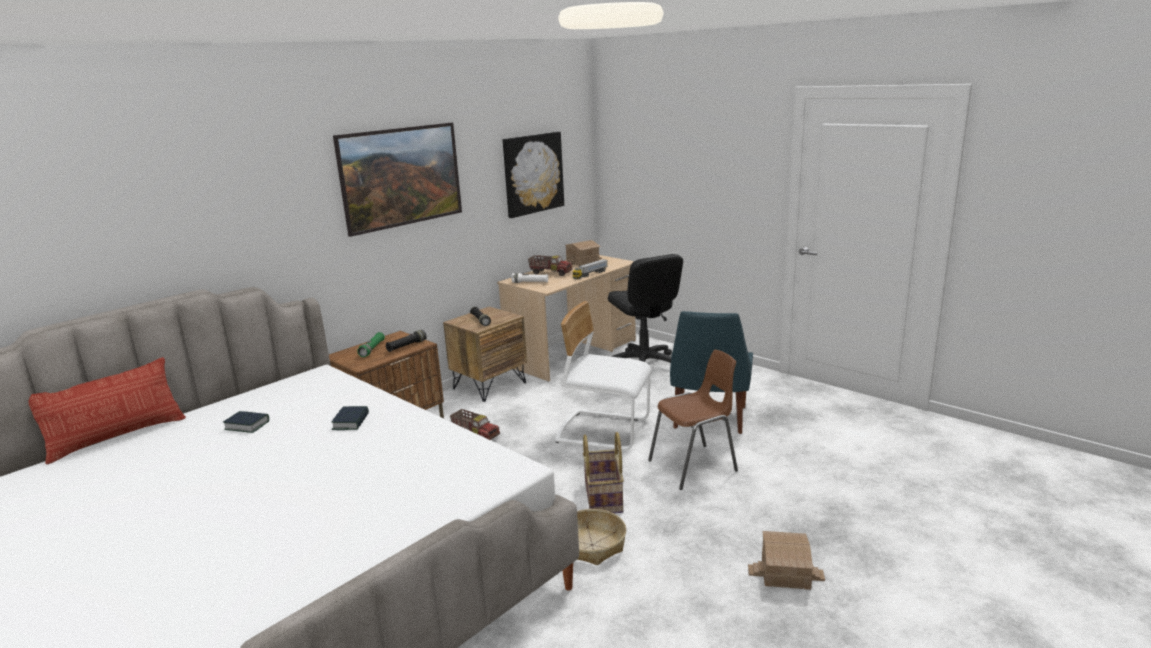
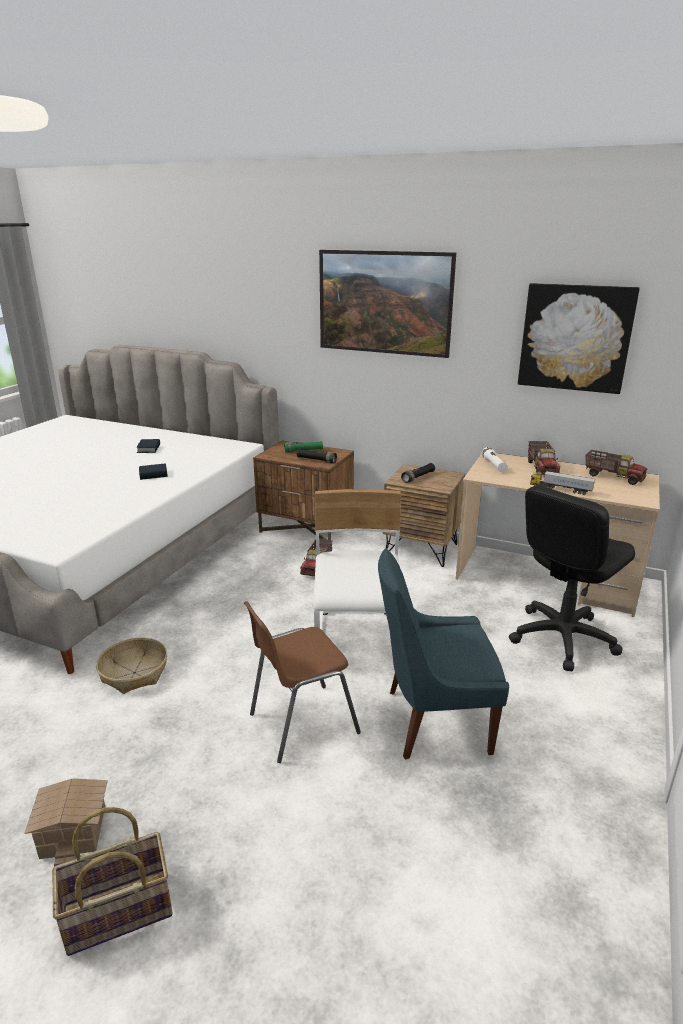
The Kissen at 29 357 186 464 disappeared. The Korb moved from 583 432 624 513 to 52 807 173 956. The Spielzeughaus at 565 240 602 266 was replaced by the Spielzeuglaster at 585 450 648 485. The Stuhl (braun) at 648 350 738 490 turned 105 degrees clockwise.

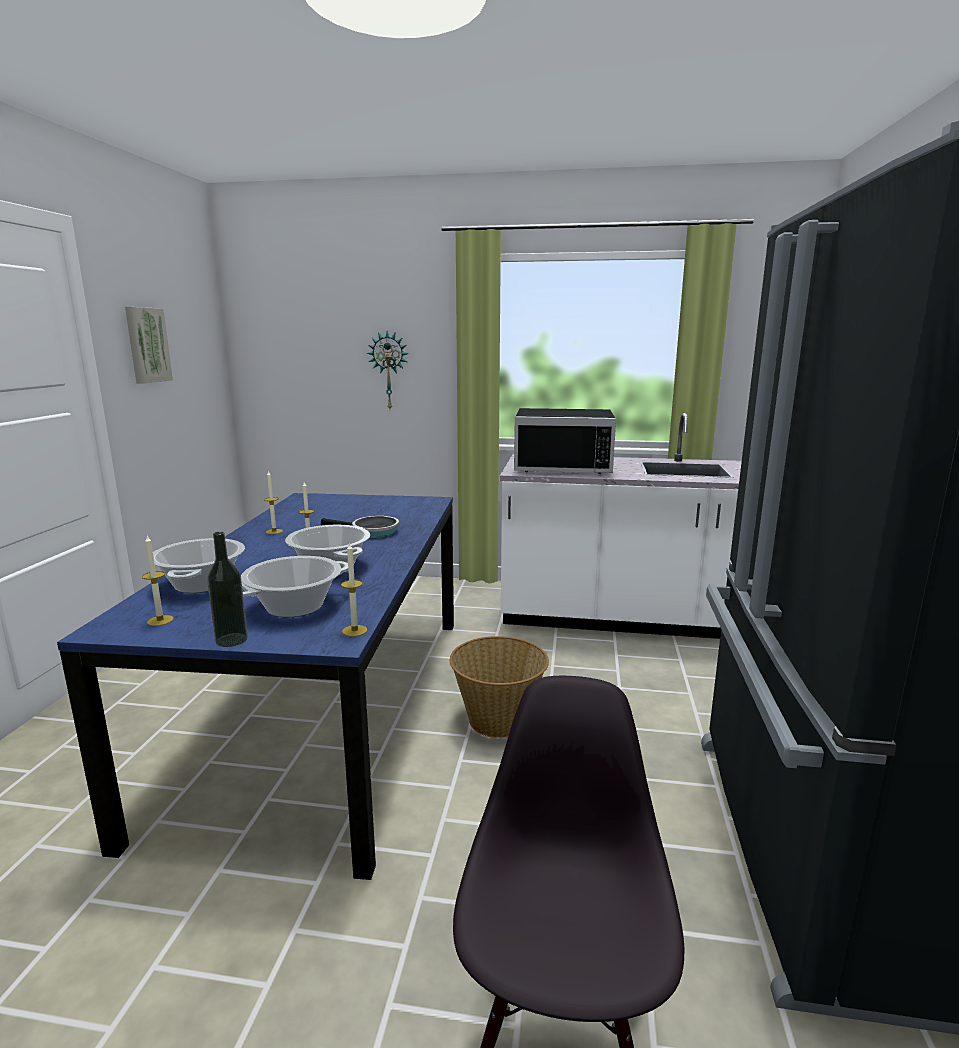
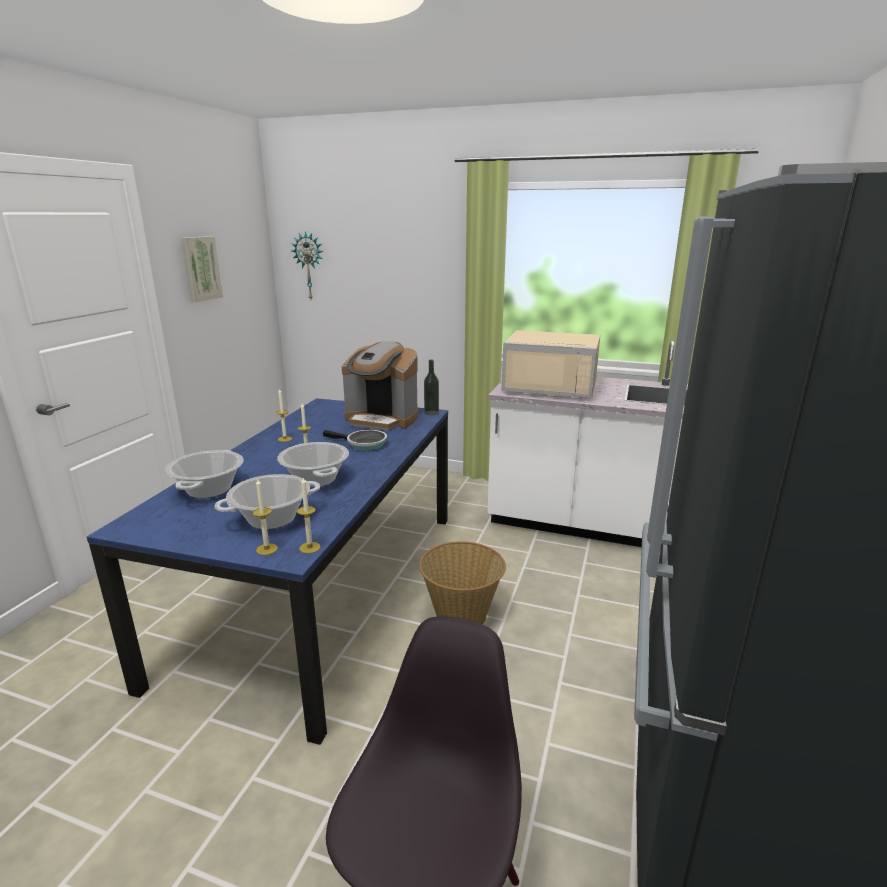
The Kaffeemaschine at 342 341 418 431 appeared. The Kerze moved from 142 536 174 626 to 253 479 278 555. The Flasche moved from 207 532 248 647 to 424 359 439 415. The Wanduhr moved from 367 331 409 409 to 291 231 324 299. The Mikrowelle (schwarz) at 514 408 616 474 became the Mikrowelle (beige) at 502 330 600 398.

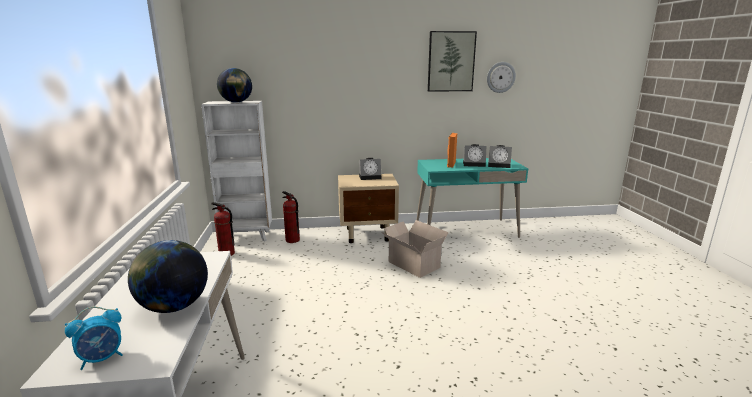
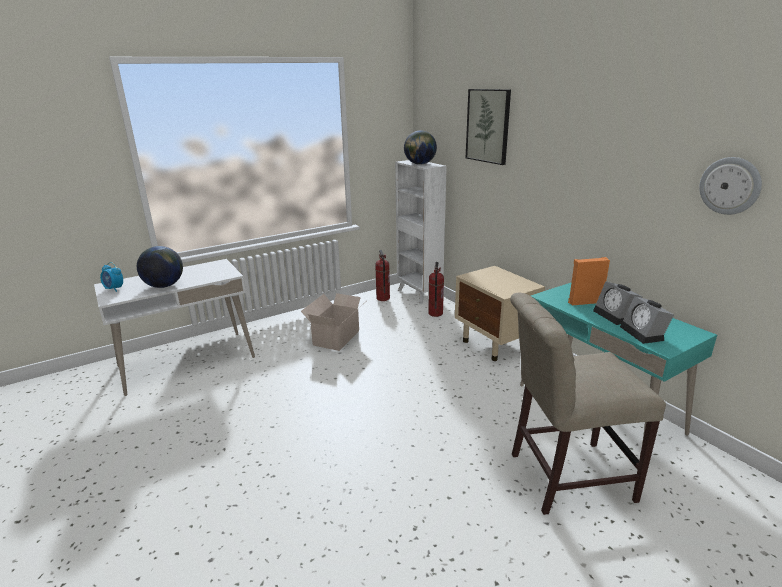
The Wecker at 359 158 382 180 disappeared. The Stuhl (beige) at 510 293 666 515 appeared. The Karton moved from 383 220 449 278 to 301 293 362 351. The Bild moved from 428 31 477 92 to 466 89 511 165.

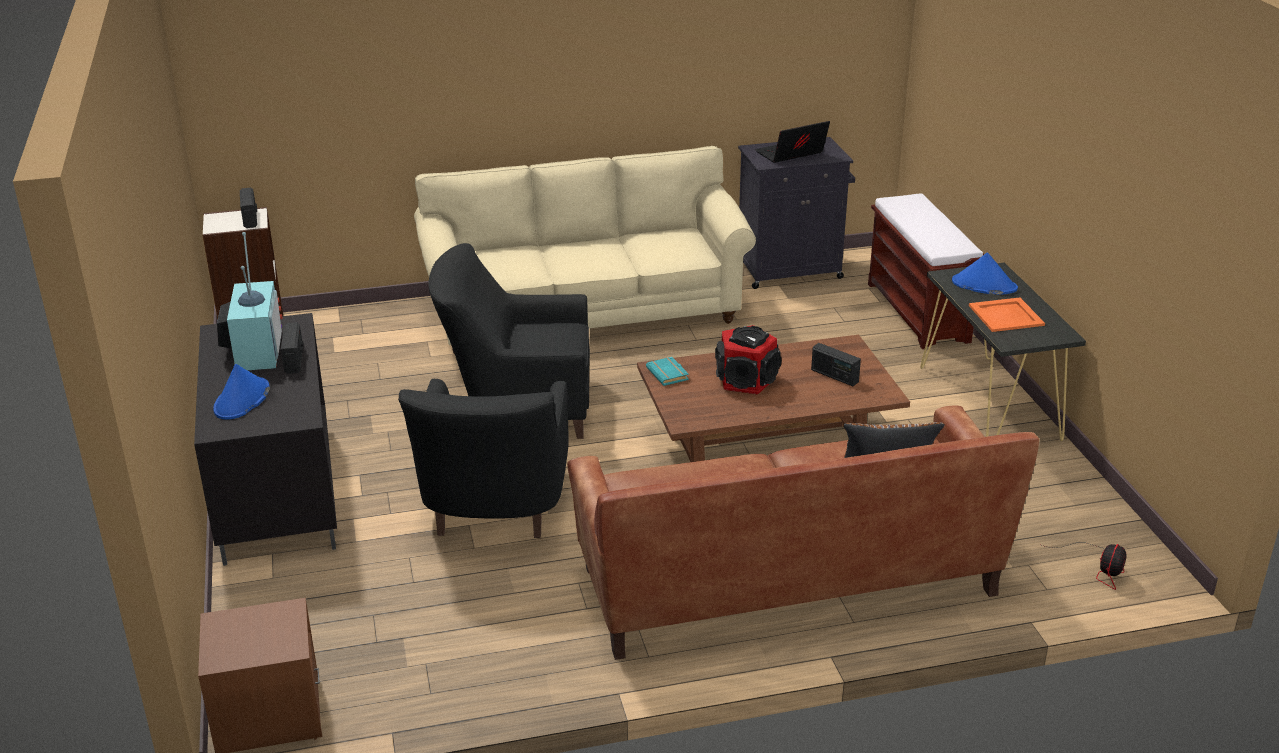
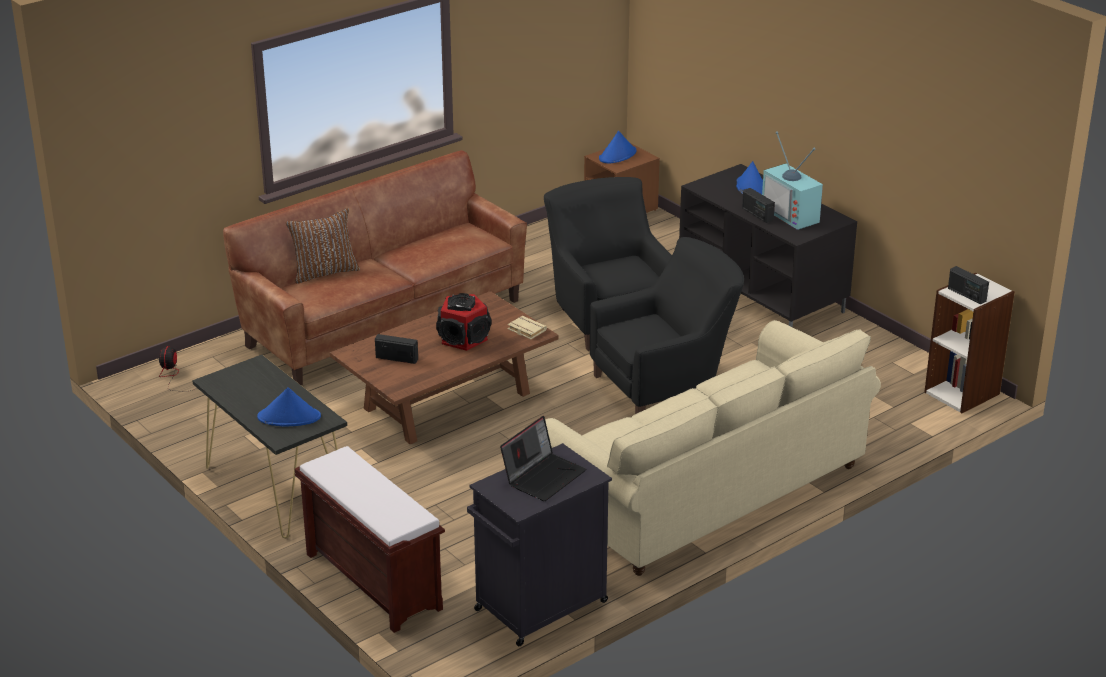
The Tablett (orange) at 969 297 1045 332 disappeared. The Hut (blau) at 599 131 637 163 appeared. The Buch (türkis) at 646 357 689 386 became the Buch (beige) at 507 316 547 339.

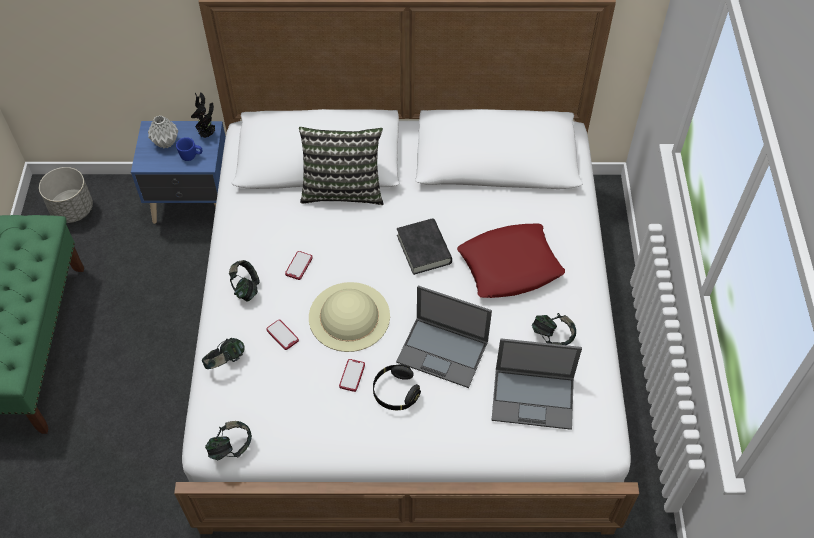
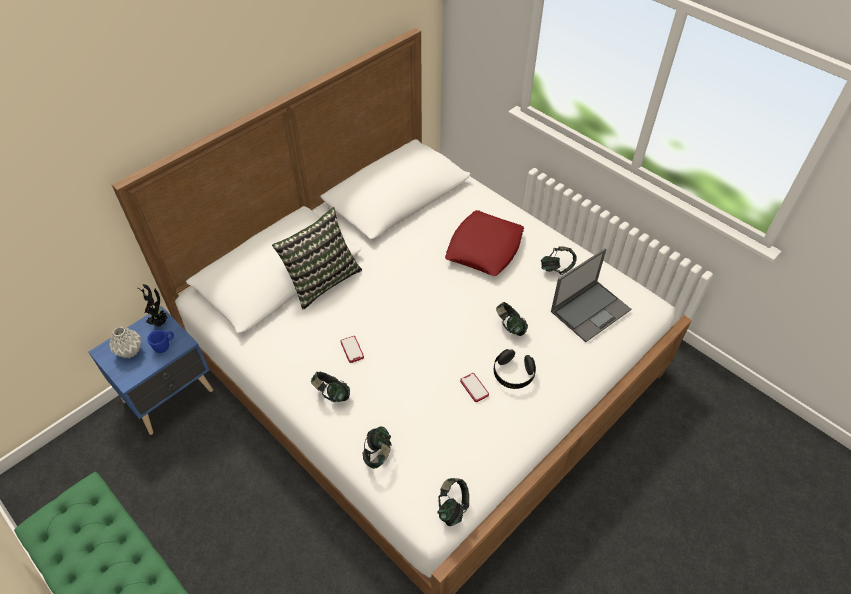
The Pflanzkübel (grau) at 39 167 93 223 disappeared. The Handy at 266 319 299 350 disappeared. The Hut (beige) at 309 282 390 352 disappeared. The Buch (schwarz) at 397 218 452 275 disappeared. The Laptop at 396 285 492 388 was replaced by the Kopfhörer at 496 302 528 336.

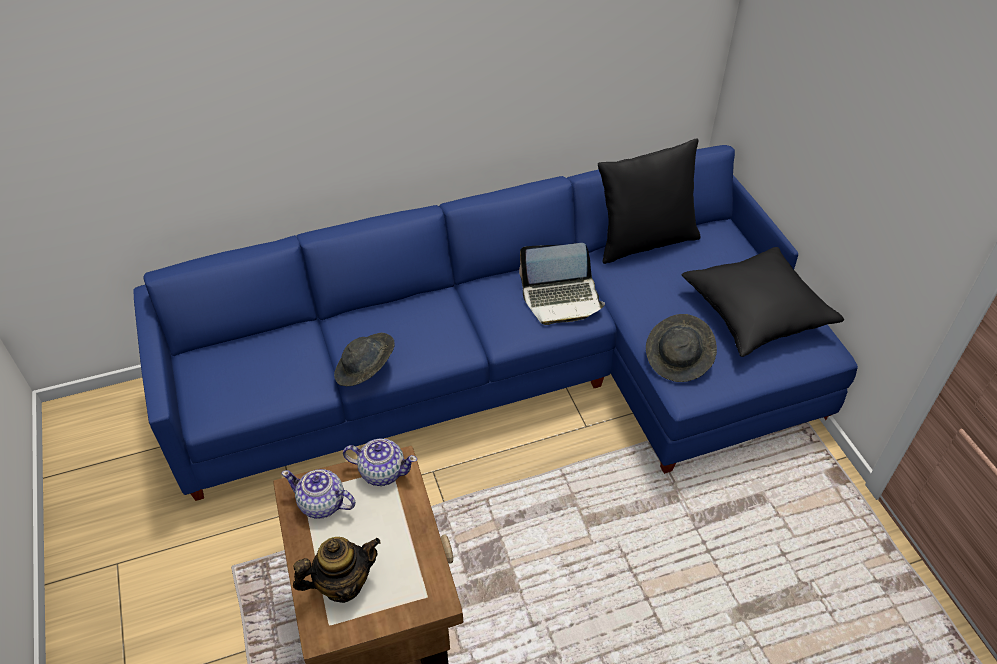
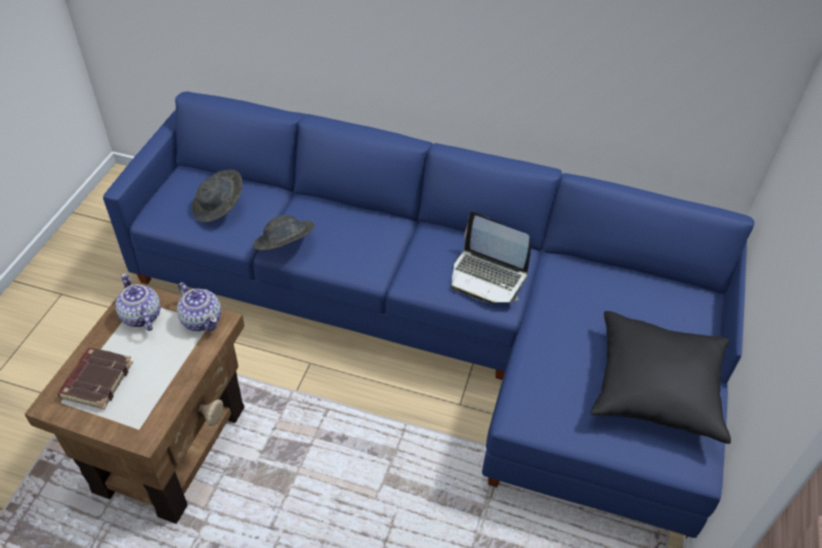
The Kissen (schwarz) at 598 138 700 264 disappeared. The Hut (grau) moved from 646 314 717 382 to 192 170 242 222. The Teekanne at 293 537 381 603 was replaced by the Buch (braun) at 57 347 133 409.

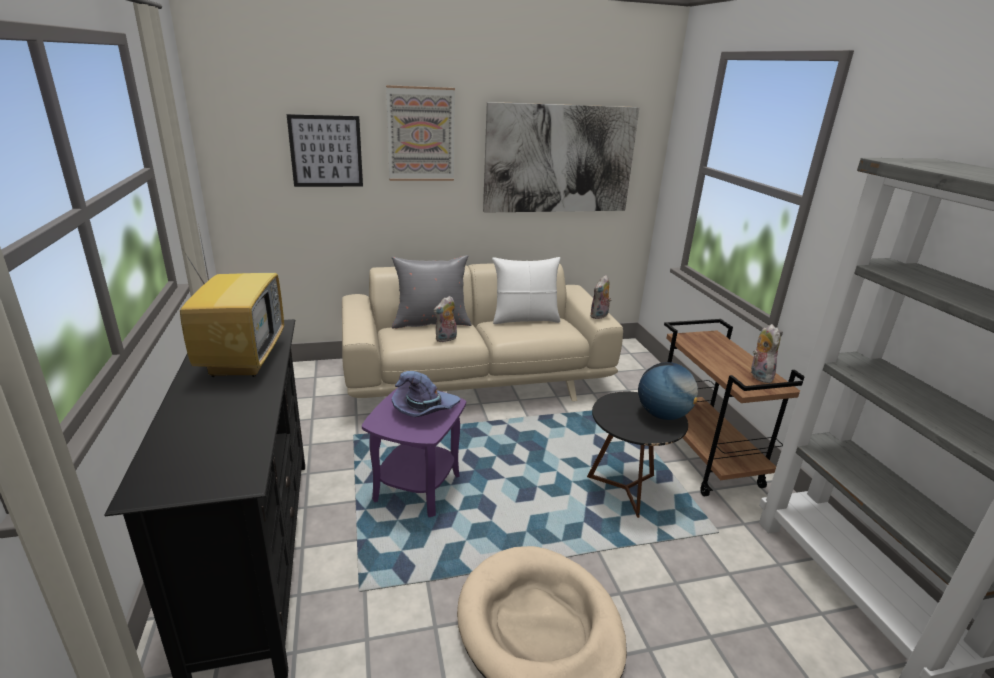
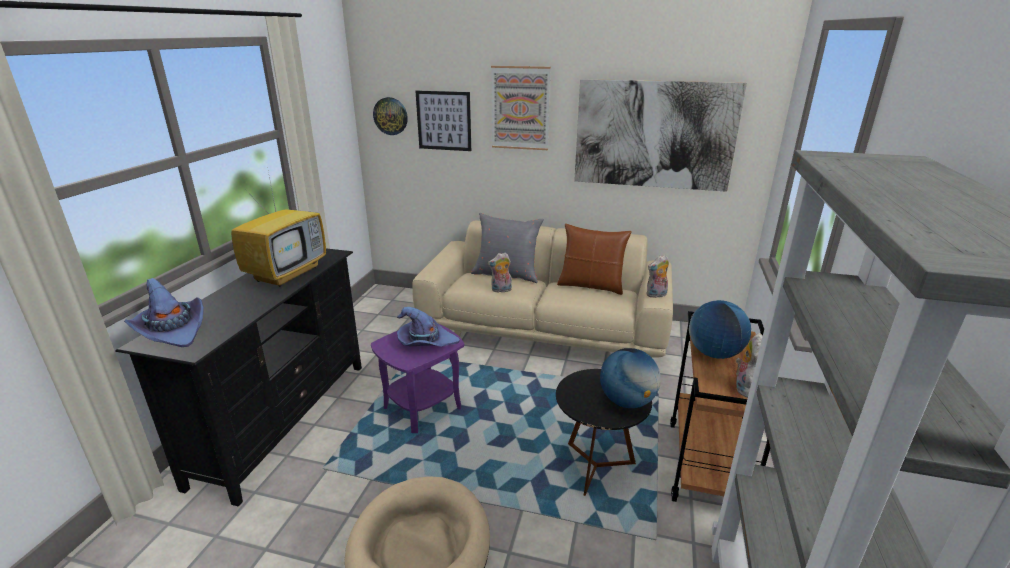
The Hut (lila) at 124 278 204 347 appeared. The Wanduhr at 373 97 408 135 appeared. The Globus at 689 300 751 359 appeared. The Kissen (weiß) at 492 257 560 324 became the Kissen (braun) at 557 224 632 295.

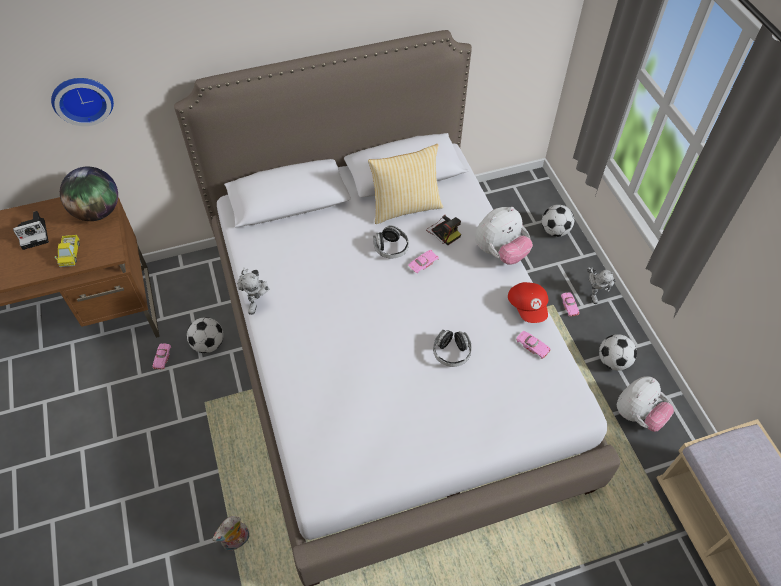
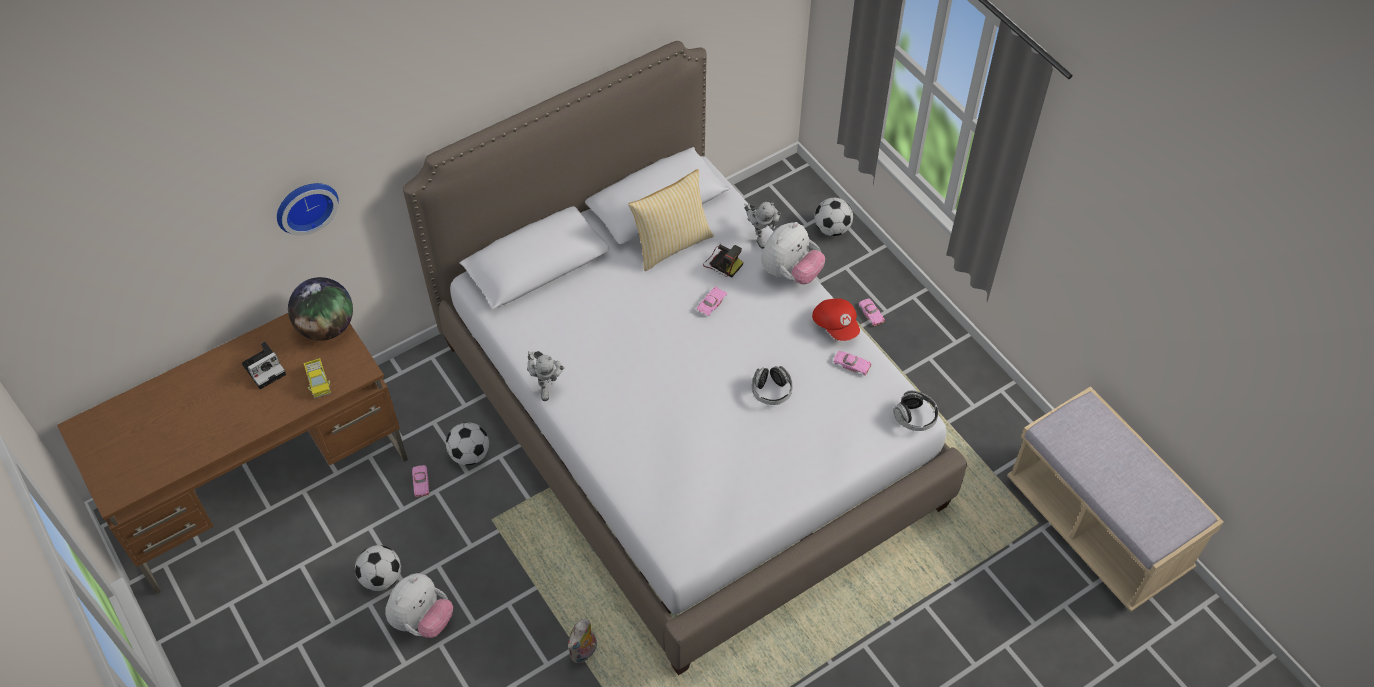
The Kopfhörer moved from 373 225 409 258 to 893 390 938 431. The Spielzeugroboter moved from 587 267 616 304 to 744 202 781 249. The Fußball moved from 599 334 637 371 to 355 545 401 591. The Plüschtier moved from 617 376 674 432 to 385 573 453 638.

